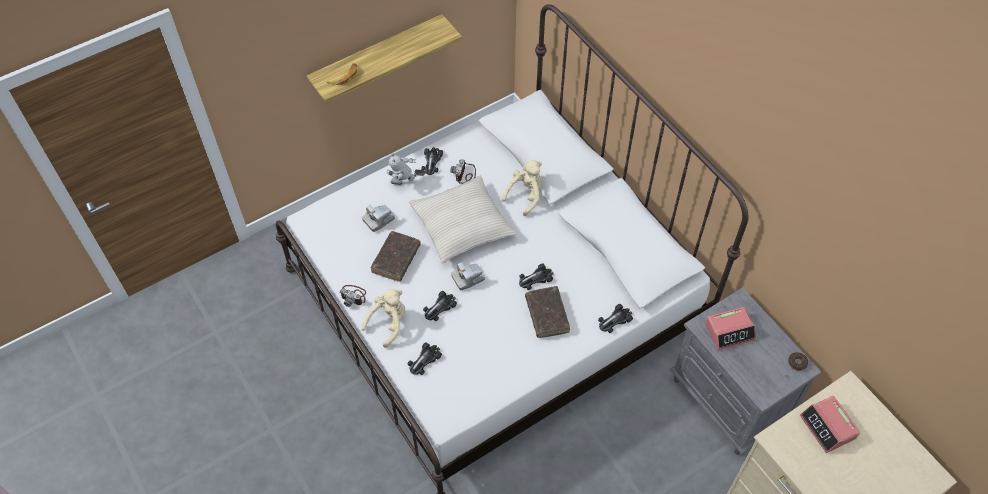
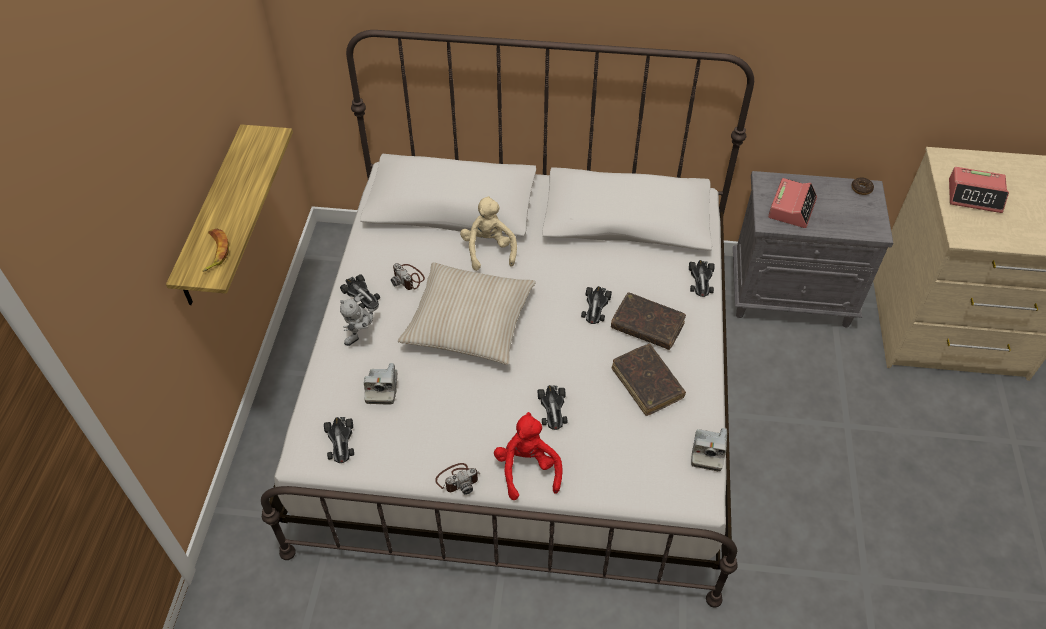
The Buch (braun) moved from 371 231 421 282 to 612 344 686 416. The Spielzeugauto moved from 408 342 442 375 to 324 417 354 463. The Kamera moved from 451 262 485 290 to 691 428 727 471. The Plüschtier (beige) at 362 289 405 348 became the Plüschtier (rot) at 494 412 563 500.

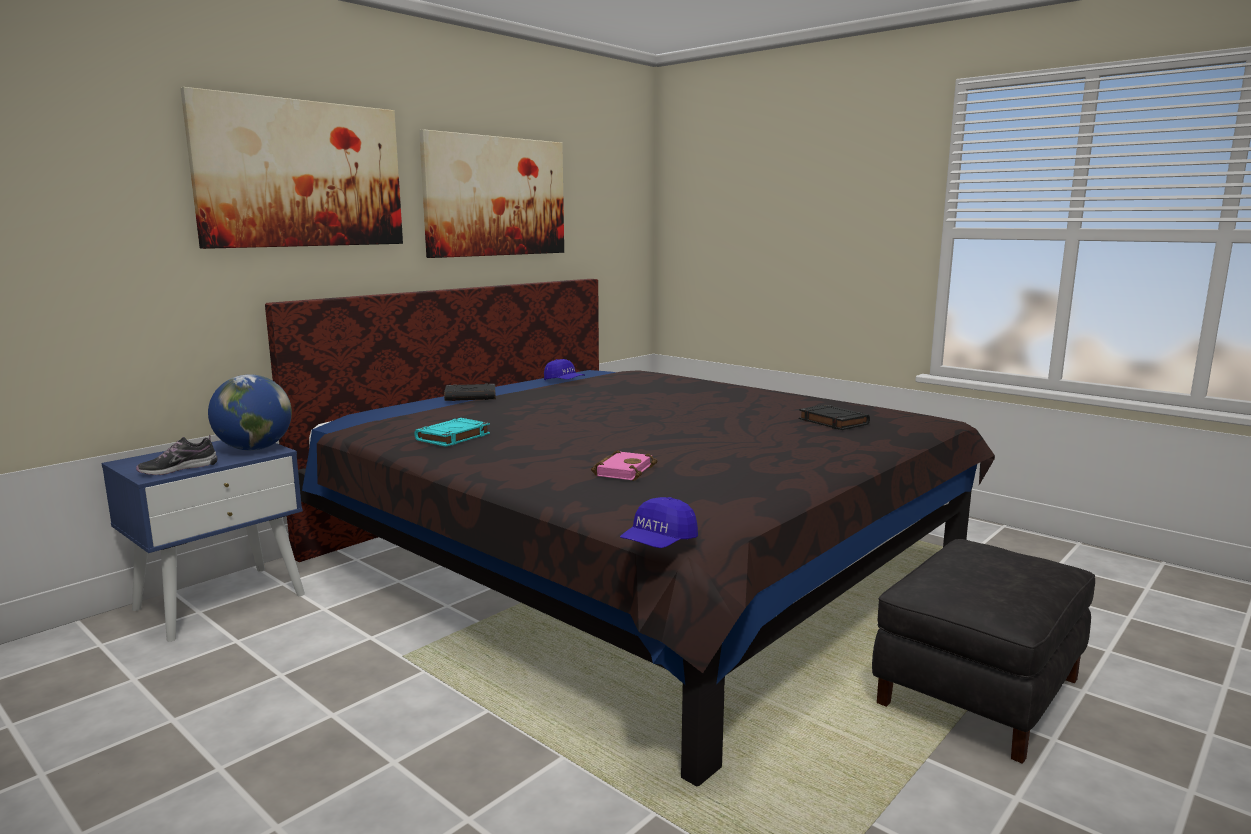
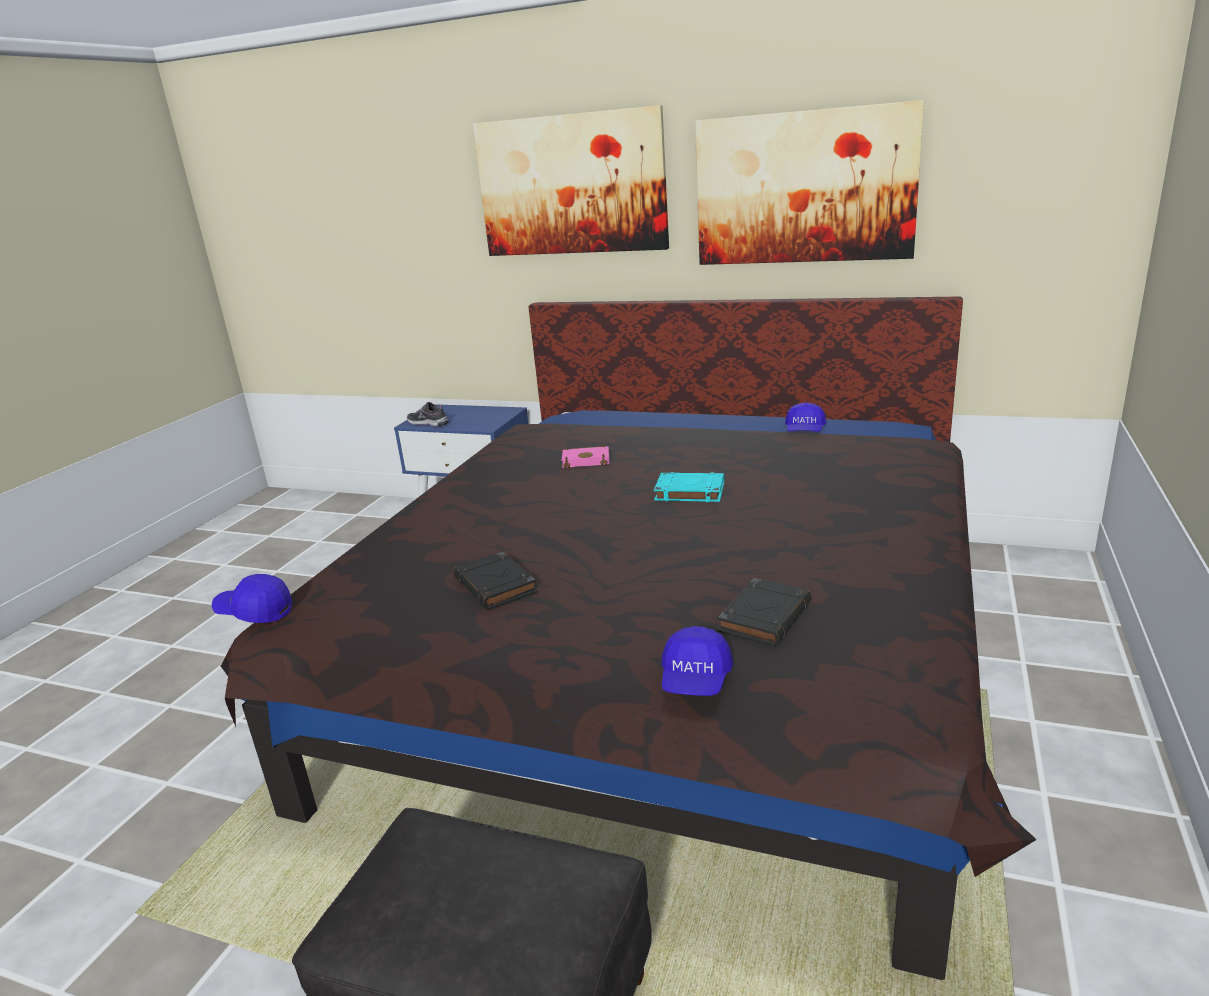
The Globus at 208 374 292 451 disappeared. The Kappe (blau) at 661 626 733 696 appeared. The Buch (türkis) moved from 414 418 490 447 to 654 472 724 502. The Buch (schwarz) moved from 444 383 496 401 to 453 551 538 610. The Buch (rosa) moved from 591 450 657 481 to 561 444 609 469.

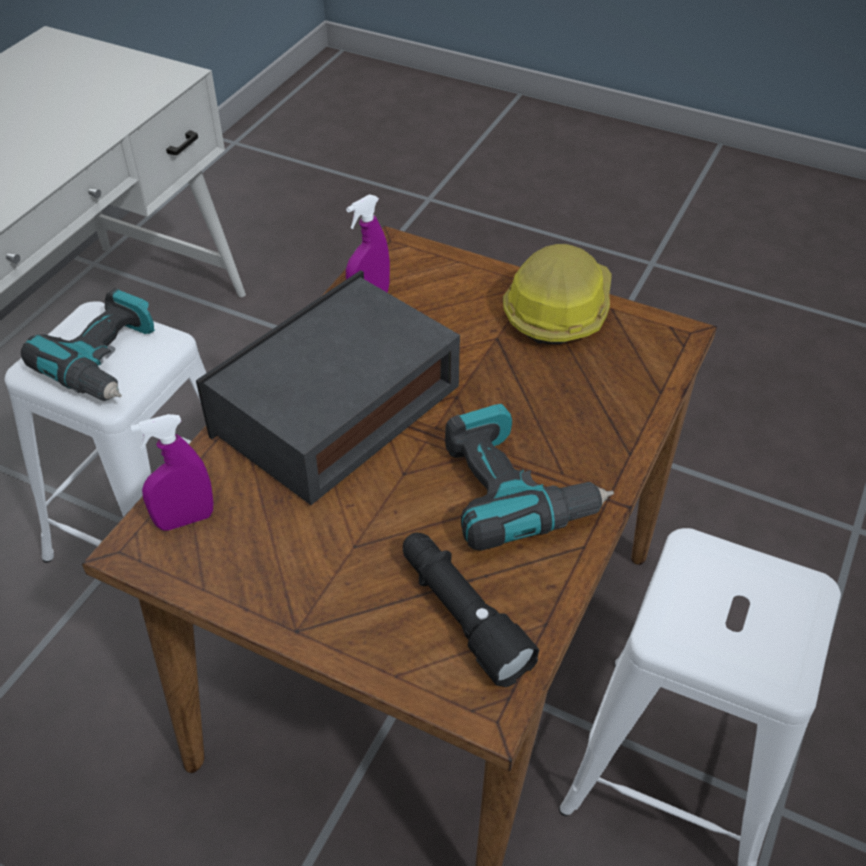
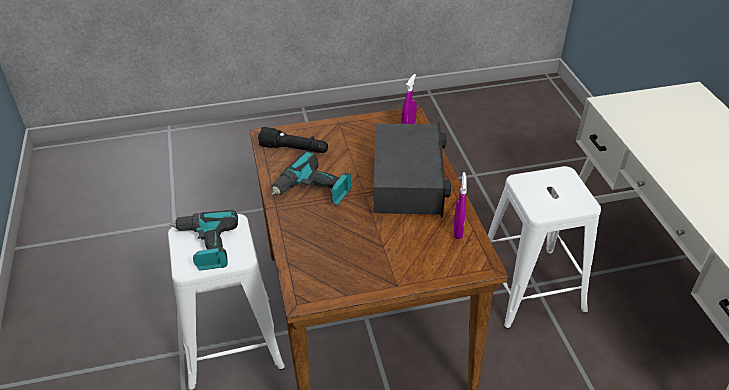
The Schutzhelm at 503 244 612 345 disappeared. The Bohrmaschine moved from 21 288 155 401 to 169 210 238 270.

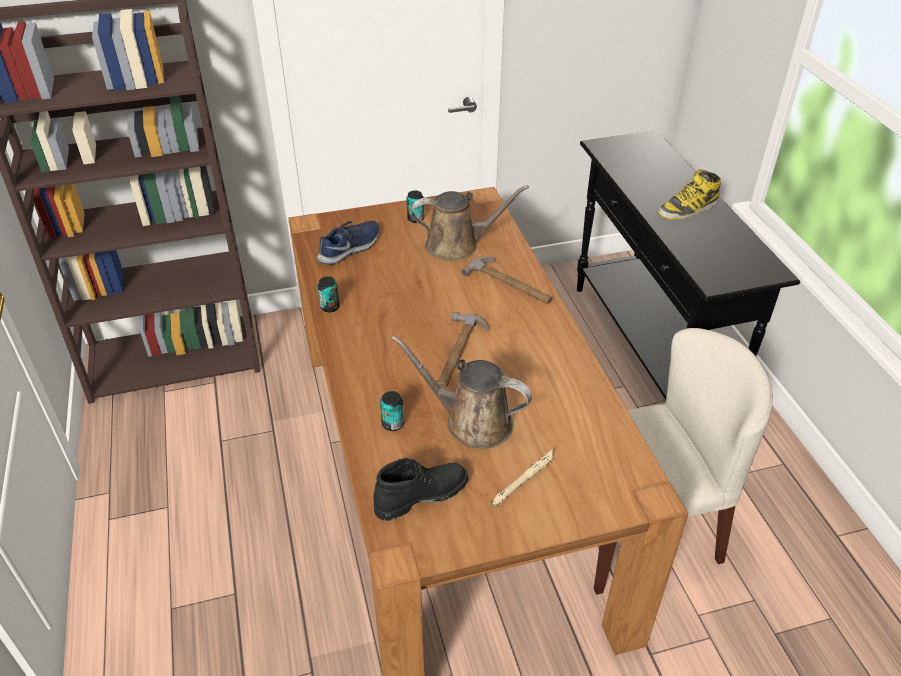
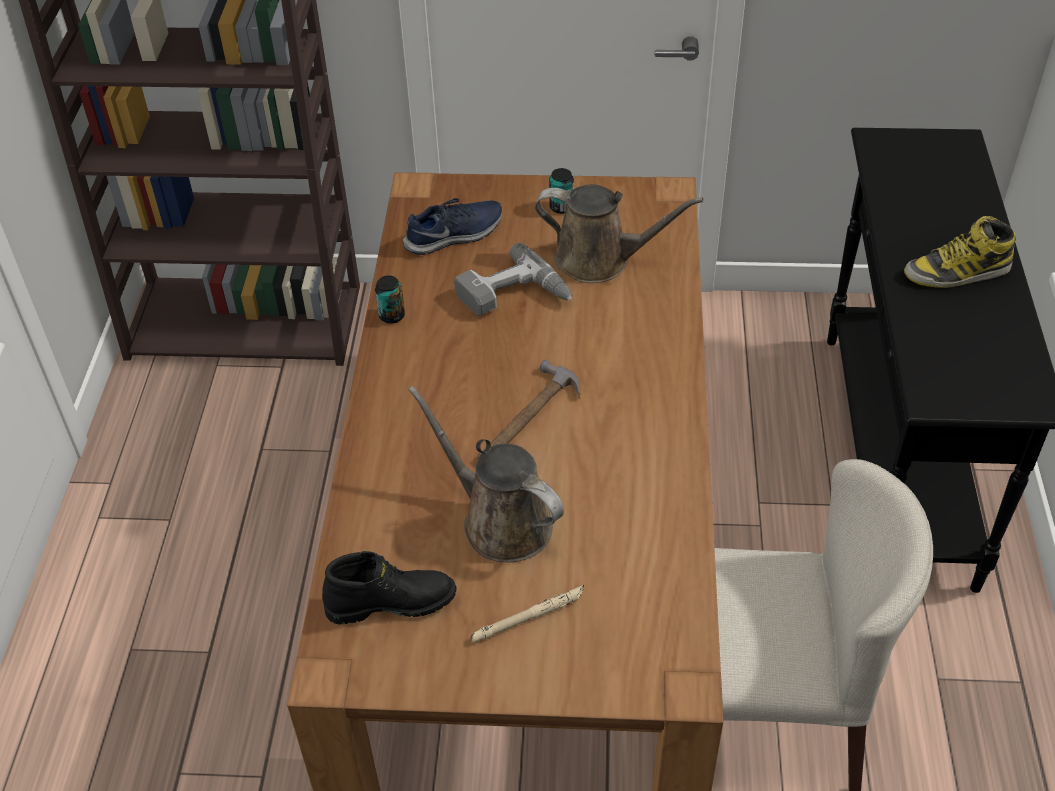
The Dose at 380 391 404 431 disappeared. The Hammer at 462 257 552 304 disappeared. The Bohrmaschine at 454 243 572 316 appeared.

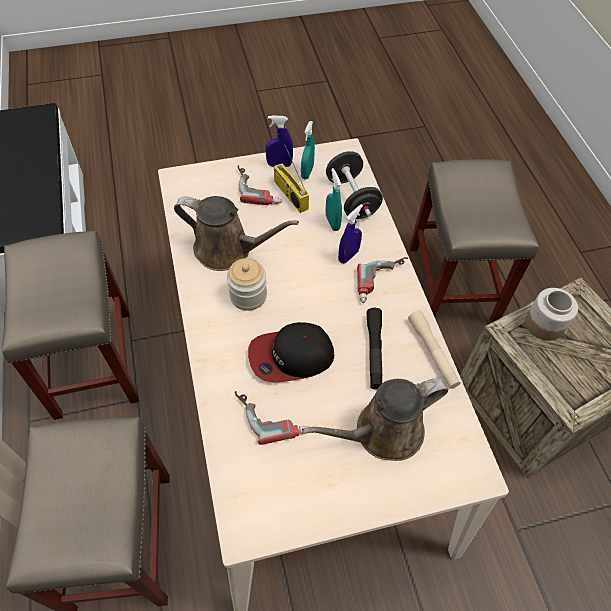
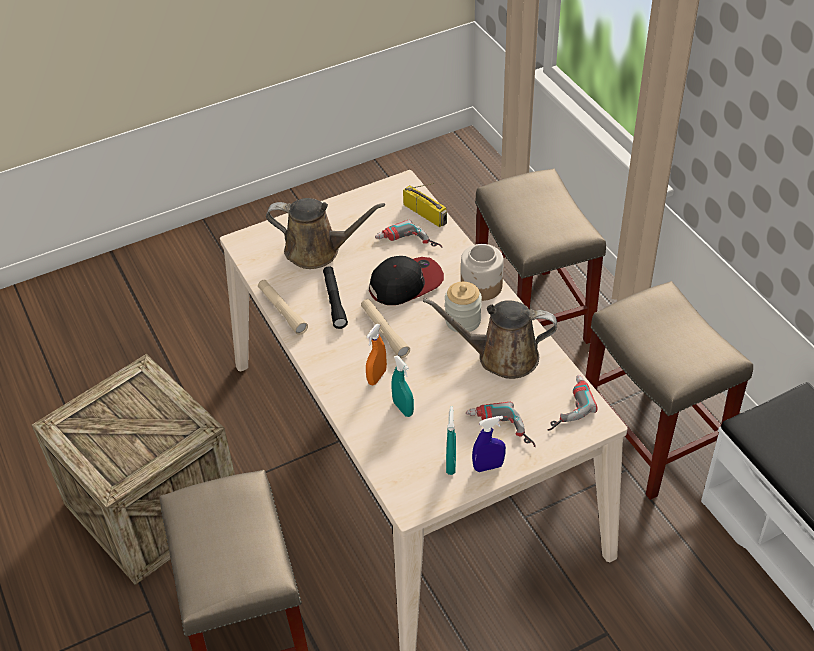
The Hantel (schwarz) at 326 151 383 219 disappeared. The Taschenlampe (beige) at 361 299 410 358 appeared. The Radio moved from 274 146 309 213 to 403 183 447 227. The Bohrmaschine moved from 357 257 408 303 to 548 375 598 431. The Vorratsglas moved from 525 288 578 341 to 461 244 504 301. The Sprühflasche (blau) at 338 204 363 264 became the Sprühflasche (orange) at 366 324 387 385. The Gießkanne (braun) at 302 378 448 461 turned 45 degrees clockwise.

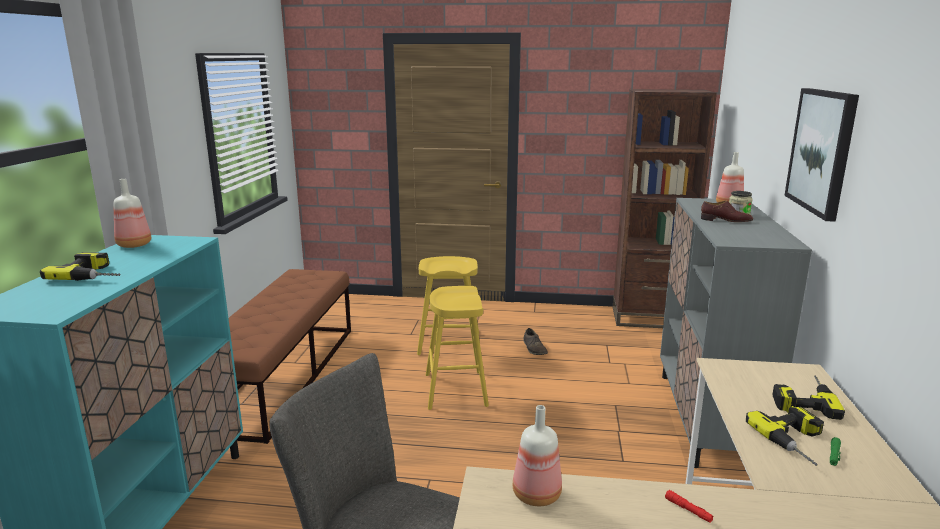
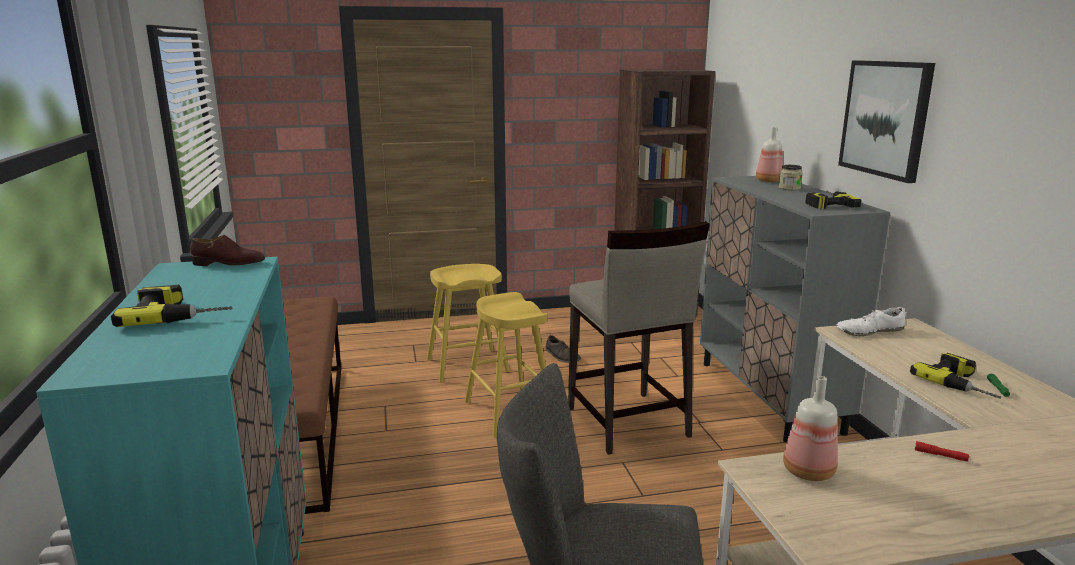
The Flasche at 113 179 151 248 disappeared. The Hocker (beige) at 568 221 710 455 appeared. The Schuh (weiß) at 836 307 905 336 appeared. The Schuh (braun) moved from 701 201 753 222 to 190 235 265 266. The Bohrmaschine moved from 772 375 845 420 to 805 190 862 209.

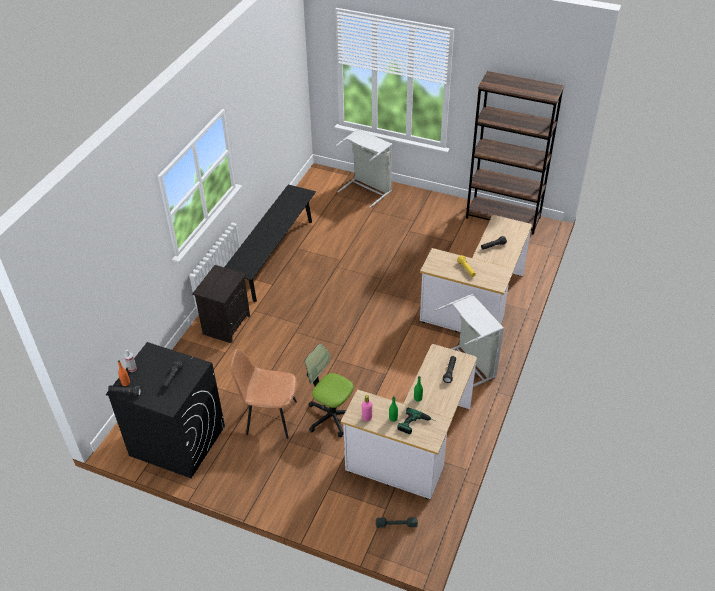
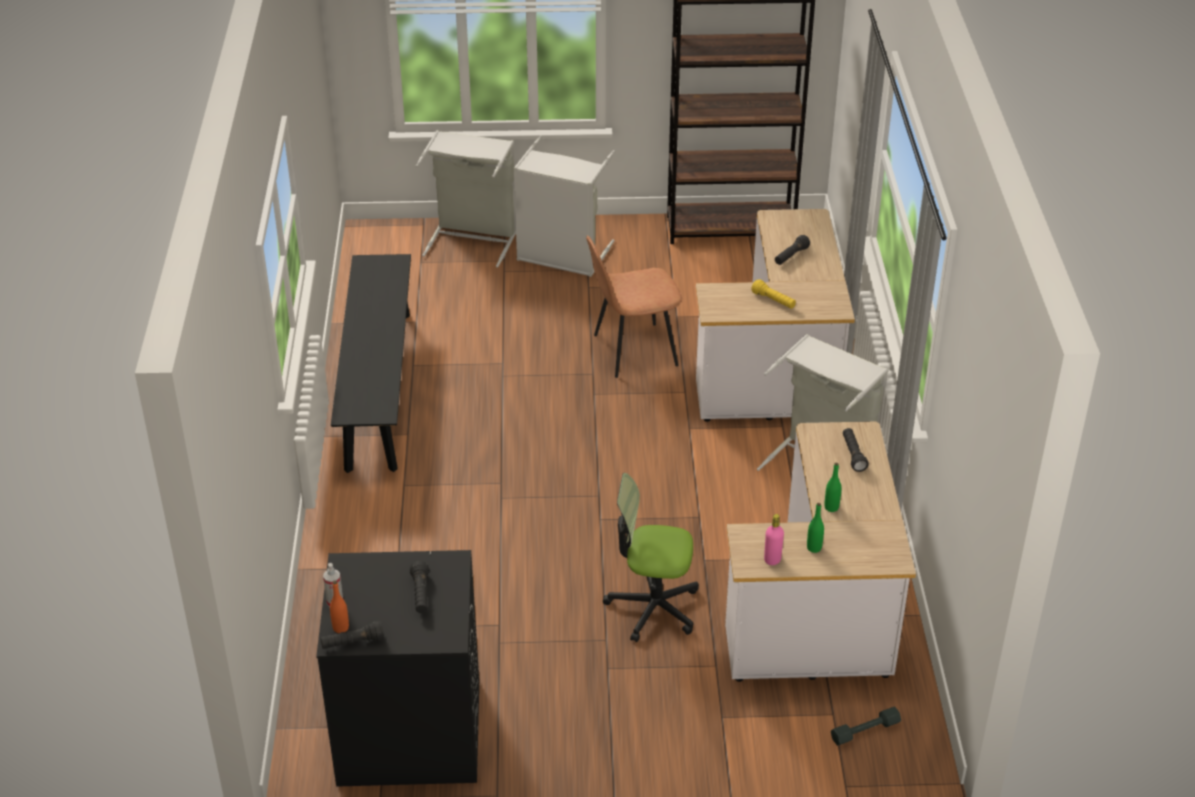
The Nachttisch (schwarz) at 192 265 250 343 disappeared. The Bohrmaschine at 397 408 435 434 disappeared. The Wäschekorb (grau) at 513 135 615 277 appeared. The Stuhl (braun) moved from 230 348 297 439 to 586 236 682 378.

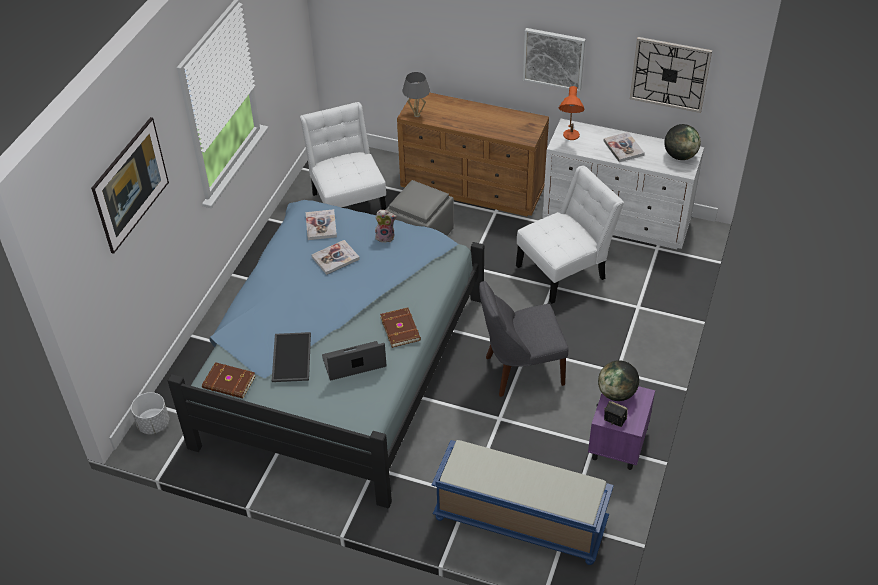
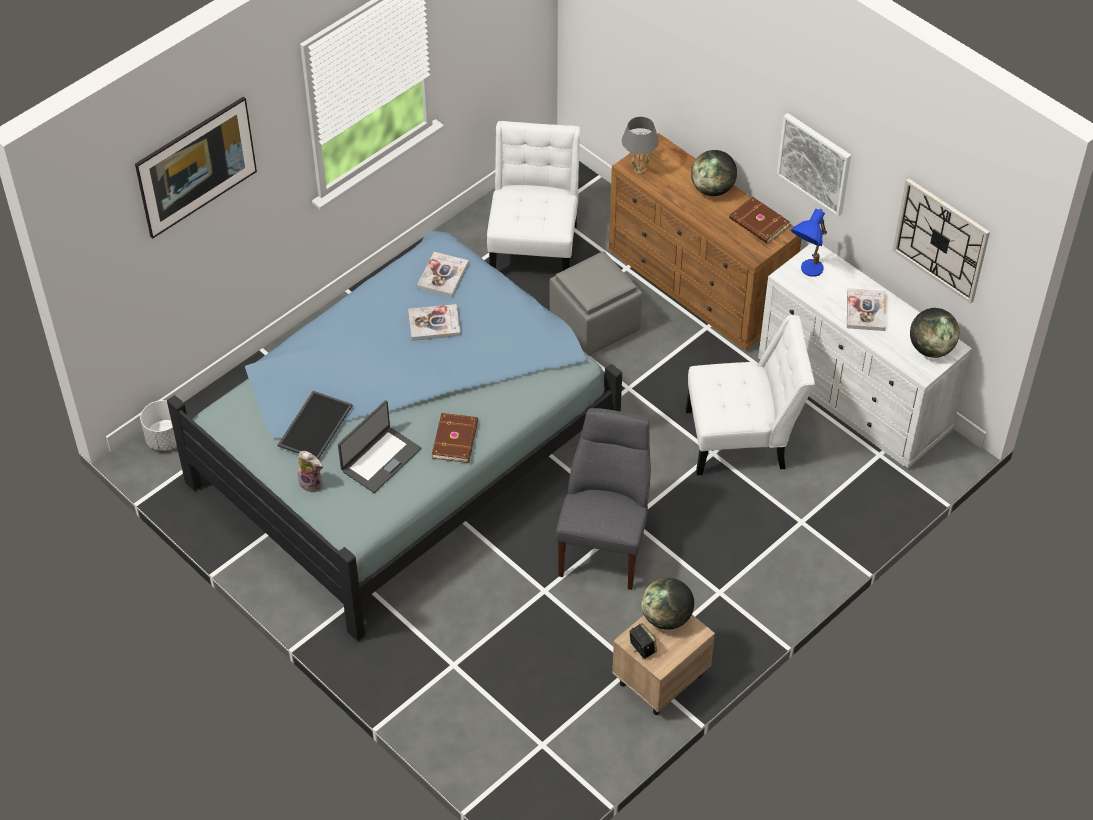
The Bank (blau) at 432 440 614 565 disappeared. The Globus at 691 150 737 196 appeared. The Buch (braun) moved from 202 362 256 399 to 729 197 790 244. The Plüschtier moved from 375 210 397 243 to 298 451 323 493. The Tischlampe (orange) at 559 86 585 140 became the Tischlampe (blau) at 791 209 827 277. The Nachttisch (lila) at 588 386 655 470 became the Nachttisch (beige) at 612 615 715 715. The Laptop at 322 341 387 380 turned 120 degrees clockwise. The Stuhl (grau) at 479 281 568 397 turned 90 degrees clockwise.

